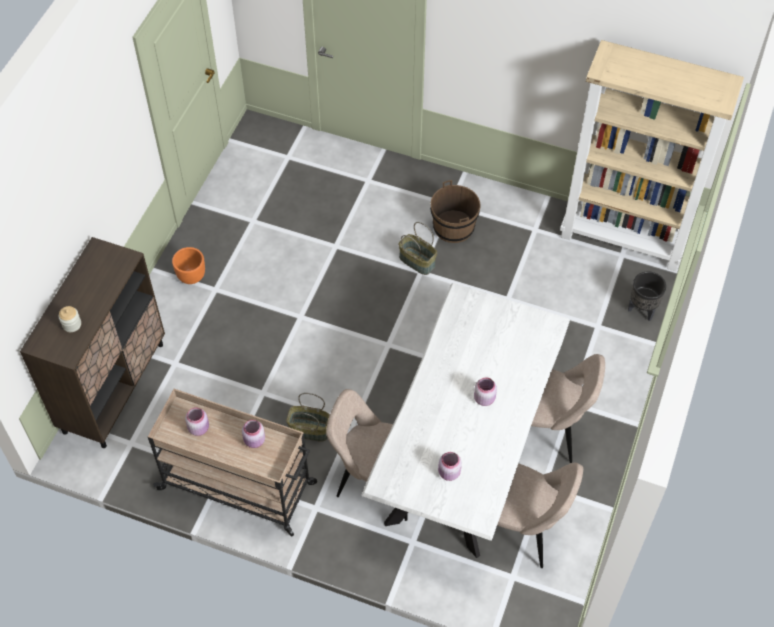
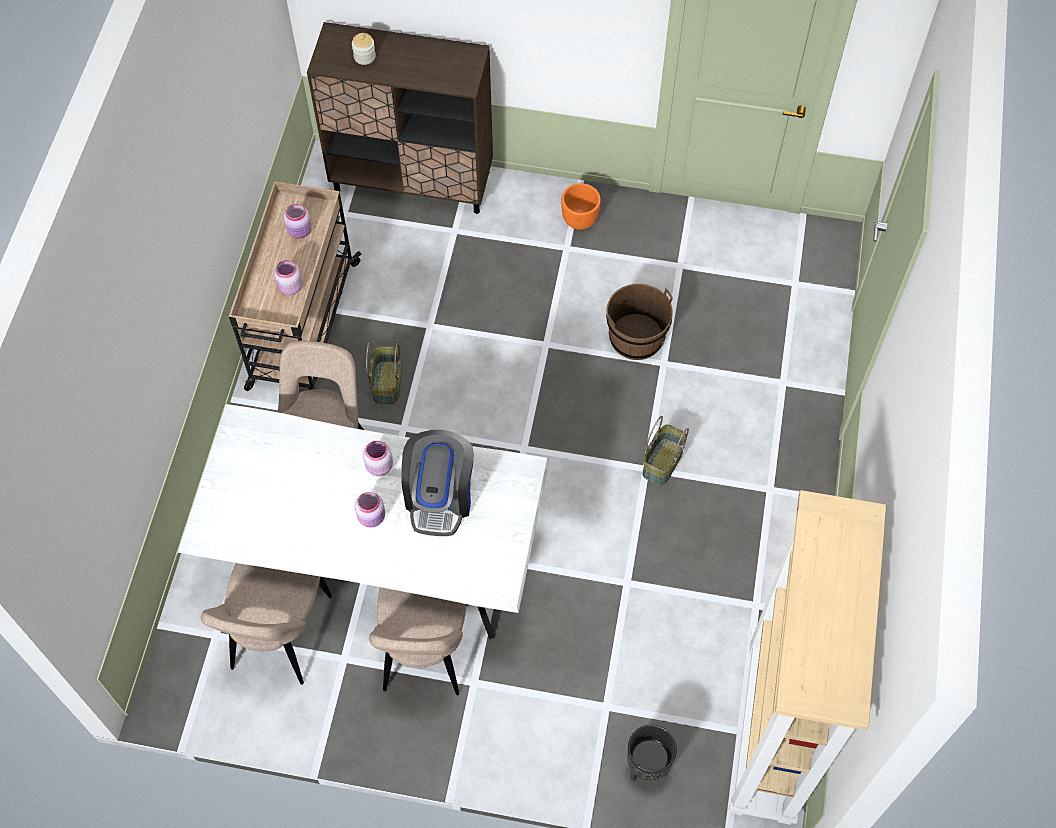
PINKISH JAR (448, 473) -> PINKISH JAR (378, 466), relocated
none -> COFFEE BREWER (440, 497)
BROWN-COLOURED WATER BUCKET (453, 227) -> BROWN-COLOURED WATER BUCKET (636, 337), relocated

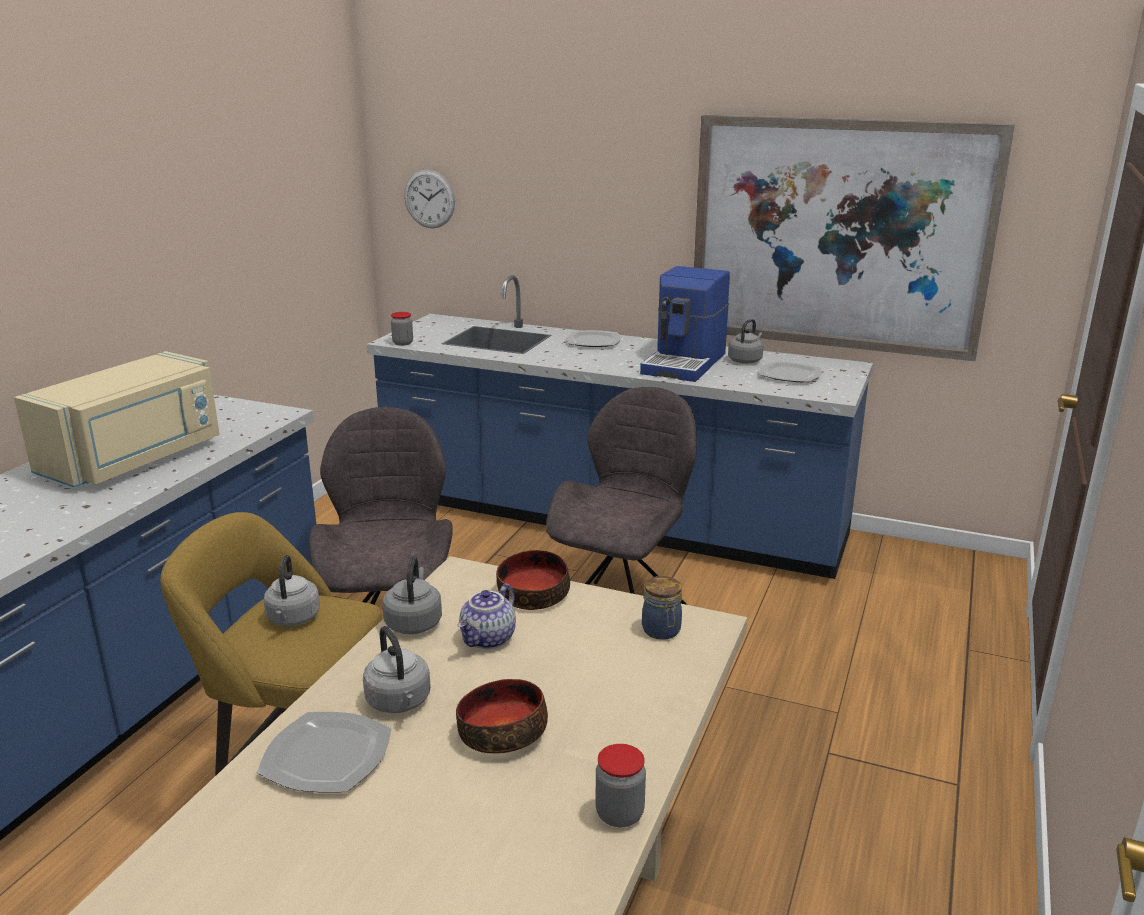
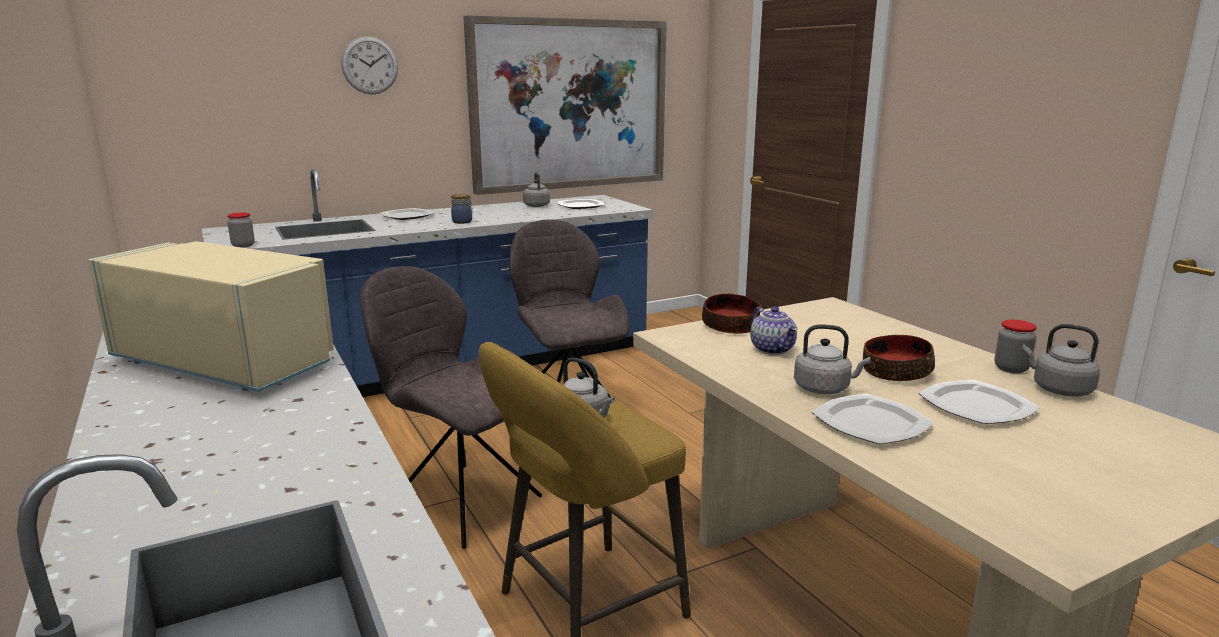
BEIGE MICROWAVE OVEN (136, 458) -> BEIGE MICROWAVE OVEN (229, 362), 45 degrees counterclockwise
CLOCK ON THE WALL (429, 199) -> CLOCK ON THE WALL (370, 65), relocated
JAR (662, 631) -> JAR (463, 222), relocated
none -> FLAT DISH (975, 406)
GRAY WATER KETTLE (414, 622) -> GRAY WATER KETTLE (1058, 389), relocated
COFFEE BREWER (685, 363) -> none

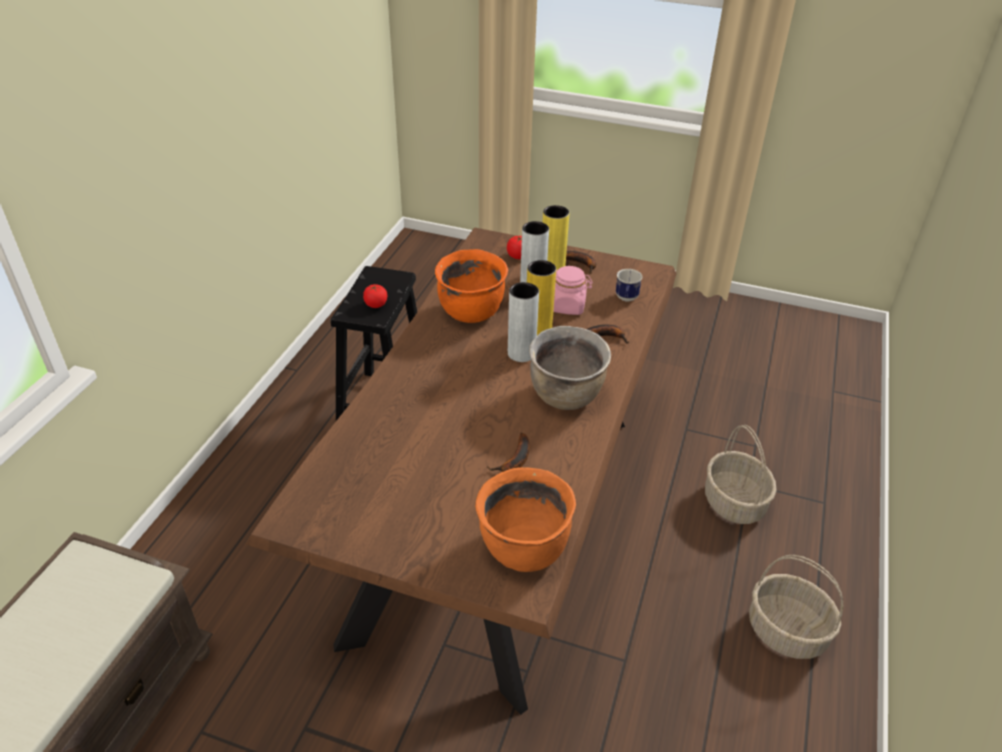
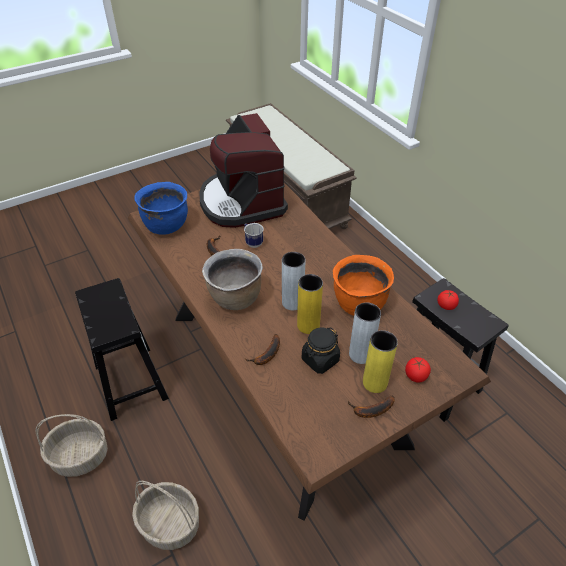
none -> BLACK STOOL SEAT (130, 381)
ORANGE STOCKPOT (523, 549) -> BLUISH STOCKPOT (166, 225)
none -> COFFEE BREWER (242, 202)
TEA MUG (626, 299) -> TEA MUG (252, 242), relocated
PINKISH JAR (568, 306) -> BLACK JAR (320, 360)

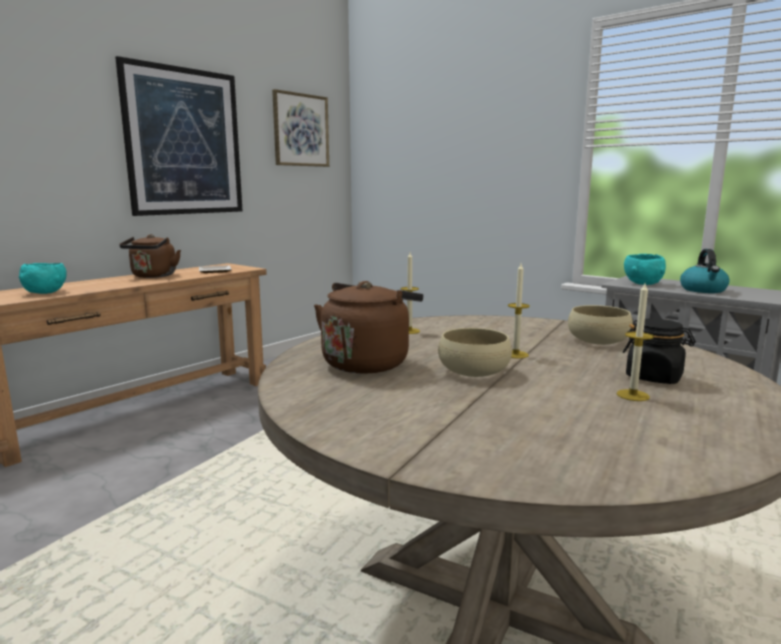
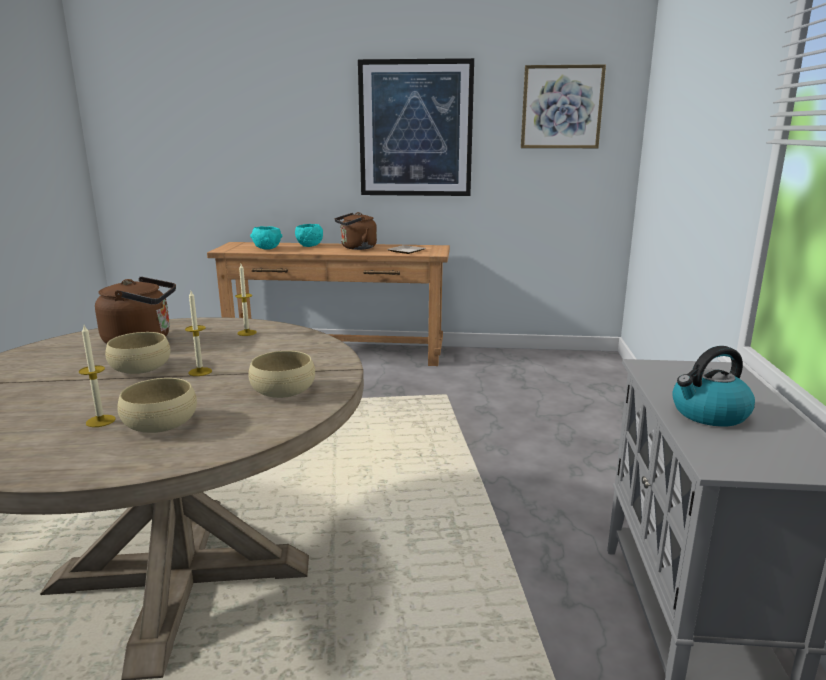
BLACK JAR (654, 377) -> BEIGE DEEP DISH (160, 424)
TURQUOISE-COLOURED DEEP DISH (642, 284) -> TURQUOISE-COLOURED DEEP DISH (309, 246), relocated

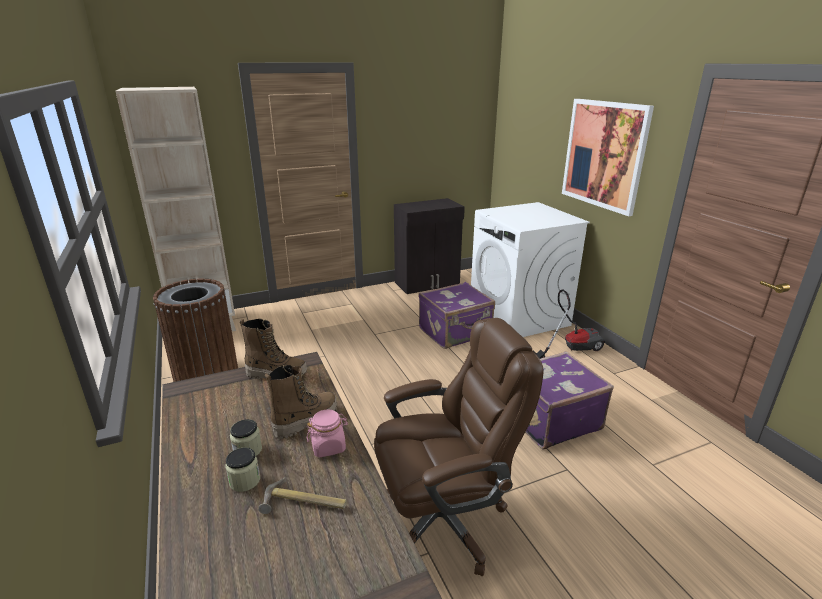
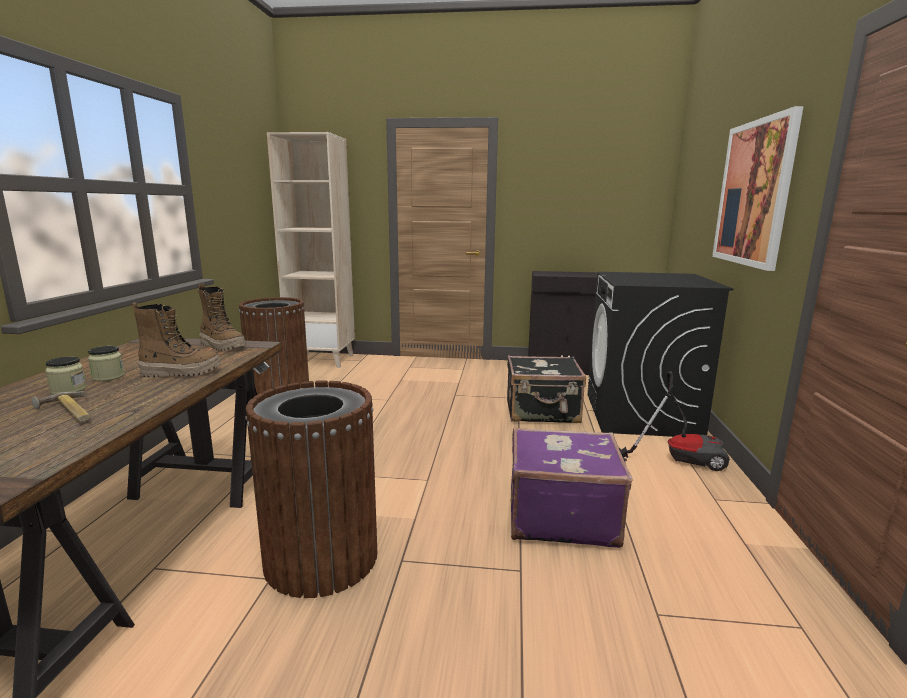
BROWN-COLOURED COMPUTER CHAIR (444, 519) -> BROWN-COLOURED WASTE BIN (321, 558)
PURPLISH TRAVEL CASE (456, 333) -> BLACK TRAVEL CASE (542, 412)
WHITE LAUNDRY MACHINE (519, 316) -> BLACK LAUNDRY MACHINE (641, 415)
PINKISH JAR (328, 446) -> none

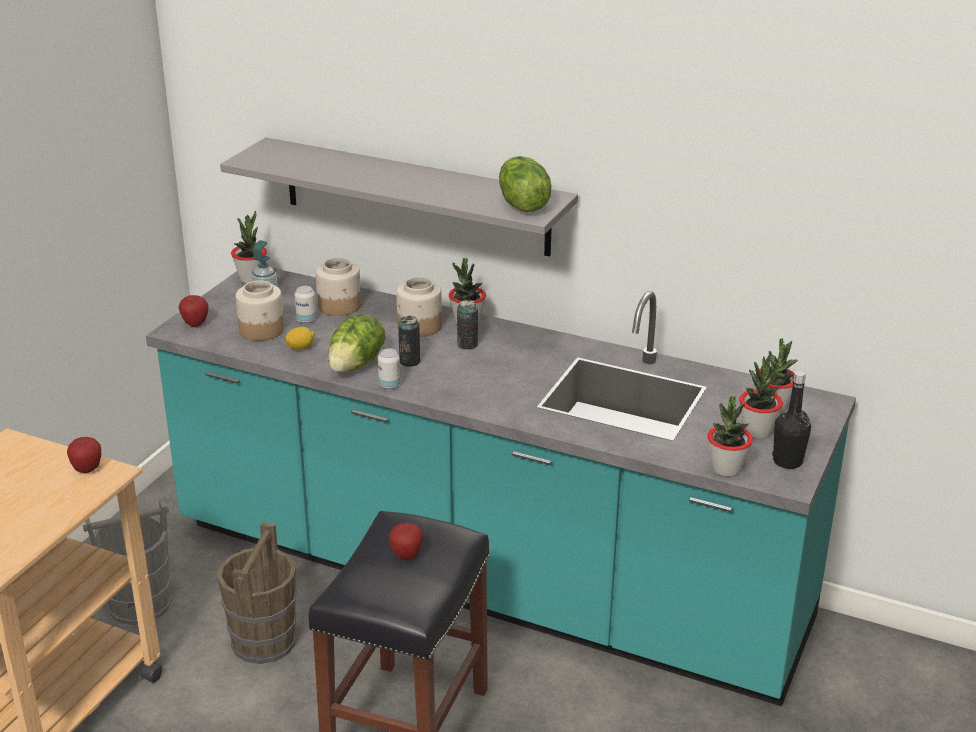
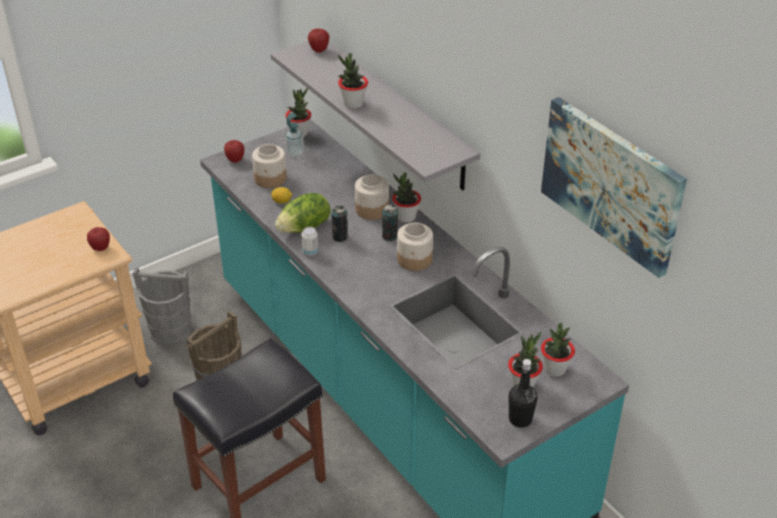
WHOLE APPLE (406, 555) -> WHOLE APPLE (319, 50), relocated
HOUSEPLANT (726, 469) -> HOUSEPLANT (353, 104), relocated
JAR (340, 306) -> JAR (415, 260), relocated
none -> WALL PICTURE (611, 184)
CAN (306, 320) -> none
HEAD OF LETTUCE (521, 205) -> none

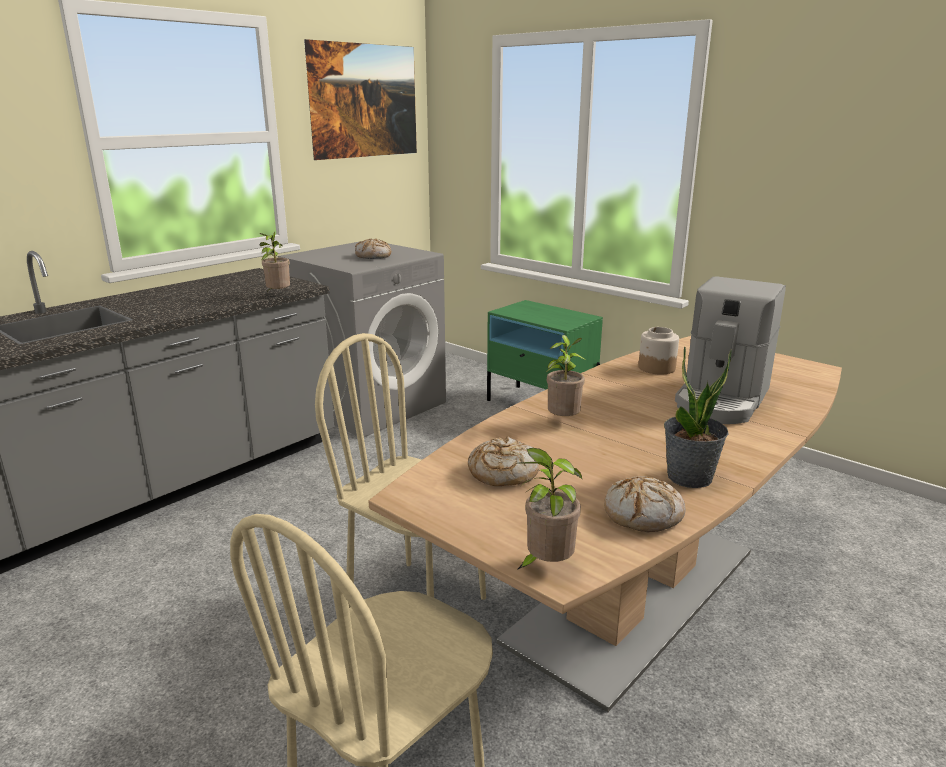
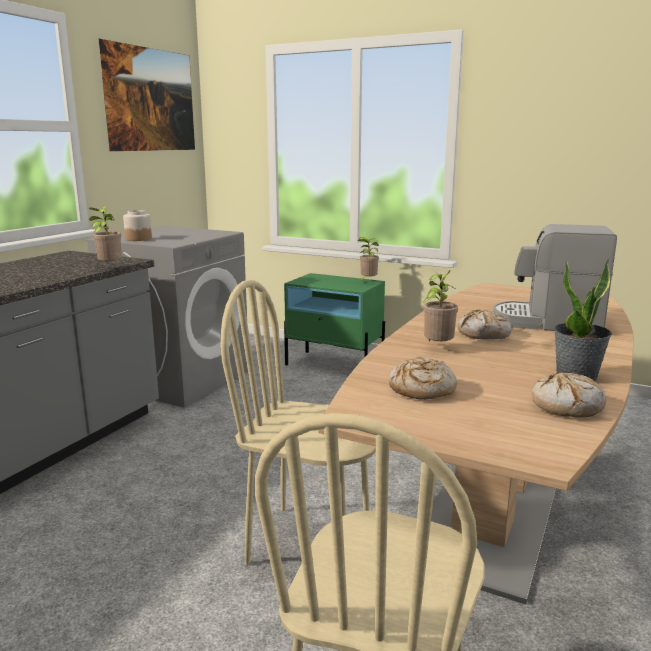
JAR (656, 368) -> JAR (138, 239), relocated
HOUSEPLANT (546, 565) -> HOUSEPLANT (367, 281), relocated
BAKED BREAD (373, 256) -> BAKED BREAD (484, 334), relocated
COFFEE BREWER (722, 399) -> COFFEE BREWER (548, 322), 90 degrees clockwise

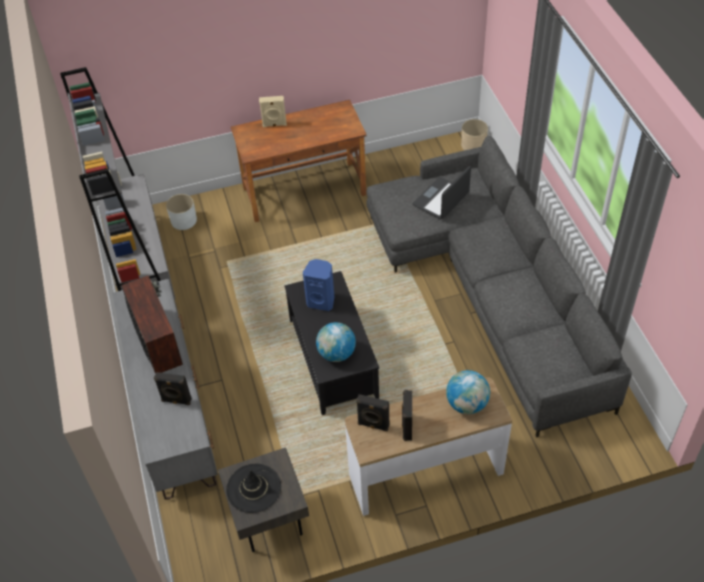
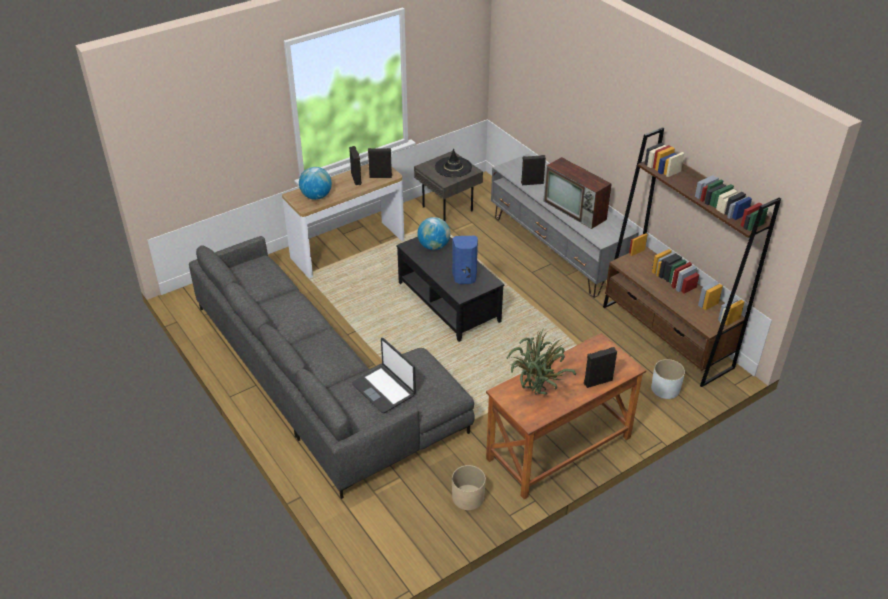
NOTEBOOK COMPUTER (441, 199) -> NOTEBOOK COMPUTER (384, 389), 120 degrees clockwise
BEIGE FLOWER POT (473, 145) -> BEIGE FLOWER POT (467, 497), relocated
none -> HOUSEPLANT (535, 394)
BEIGE AUDIO SPEAKER (274, 125) -> BLACK AUDIO SPEAKER (597, 381)
GRAY BOOKSHELF (142, 268) -> BROWN-COLOURED BOOKSHELF (666, 337)

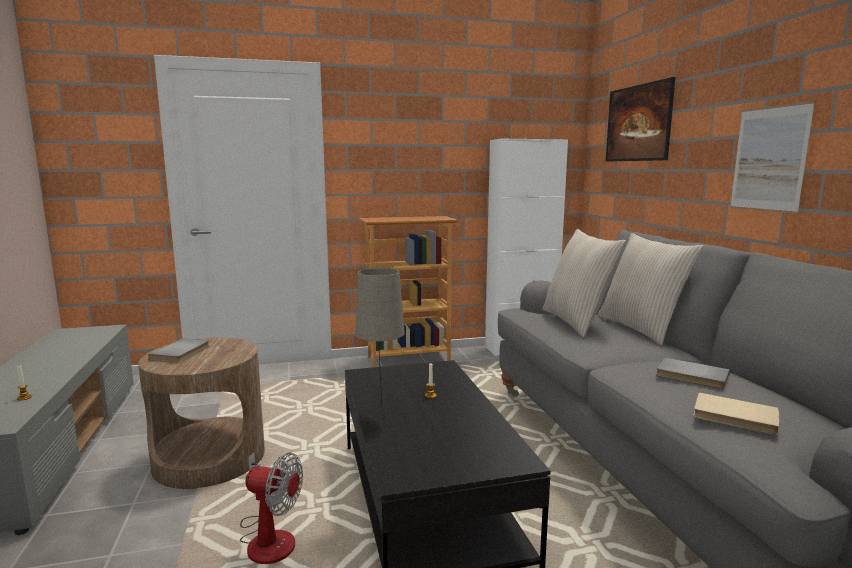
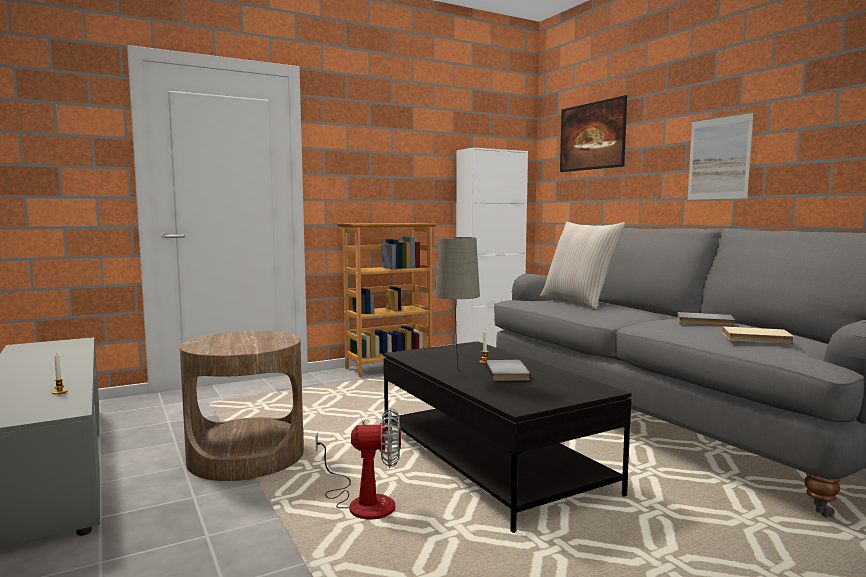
GRAY BOUND BOOK (182, 353) -> GRAY BOUND BOOK (509, 373), relocated
BEIGE CUSHION (641, 329) -> none

